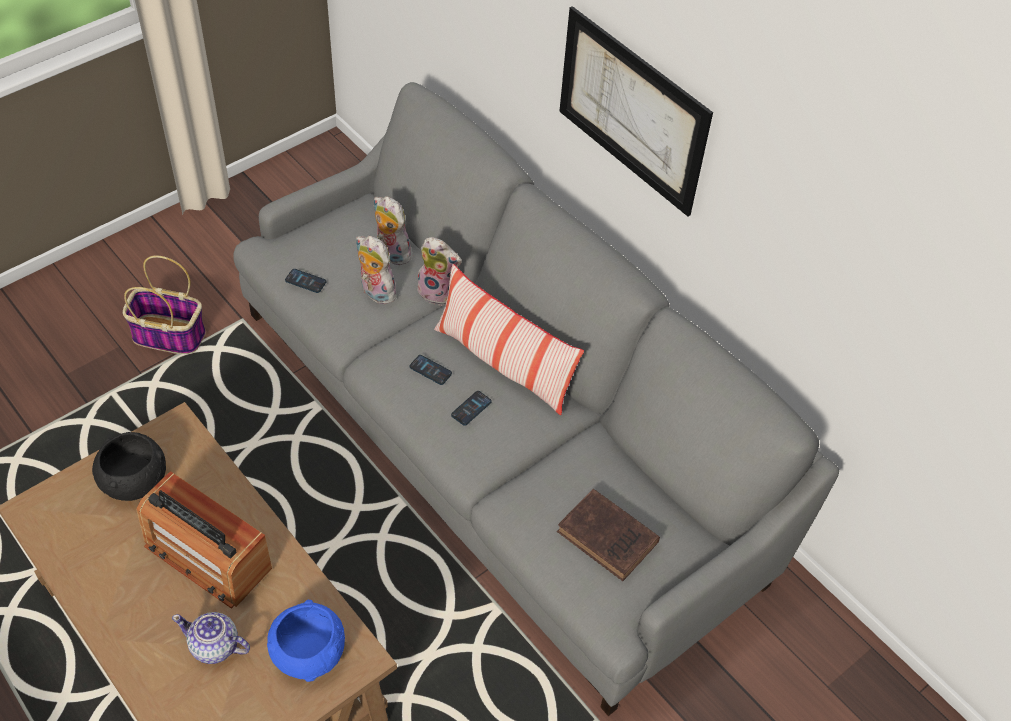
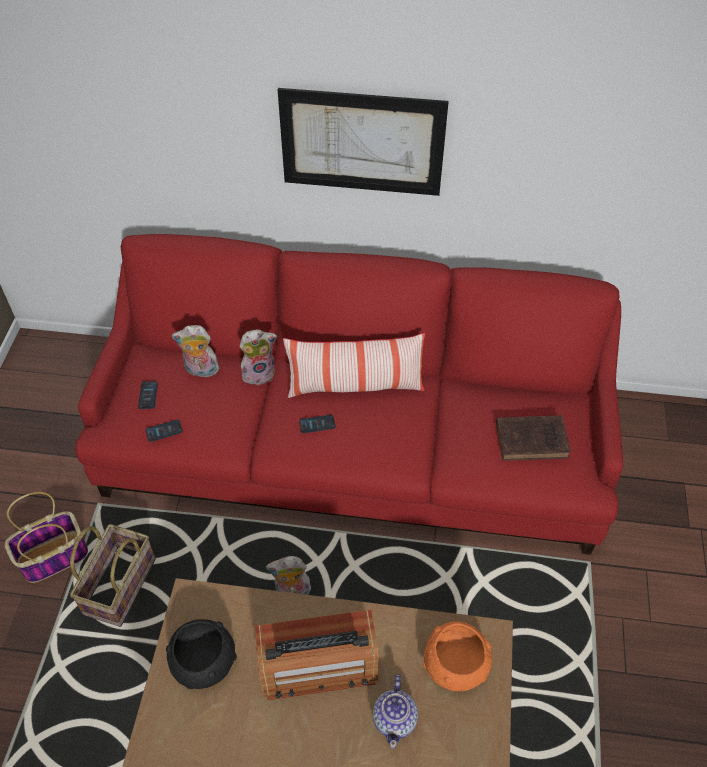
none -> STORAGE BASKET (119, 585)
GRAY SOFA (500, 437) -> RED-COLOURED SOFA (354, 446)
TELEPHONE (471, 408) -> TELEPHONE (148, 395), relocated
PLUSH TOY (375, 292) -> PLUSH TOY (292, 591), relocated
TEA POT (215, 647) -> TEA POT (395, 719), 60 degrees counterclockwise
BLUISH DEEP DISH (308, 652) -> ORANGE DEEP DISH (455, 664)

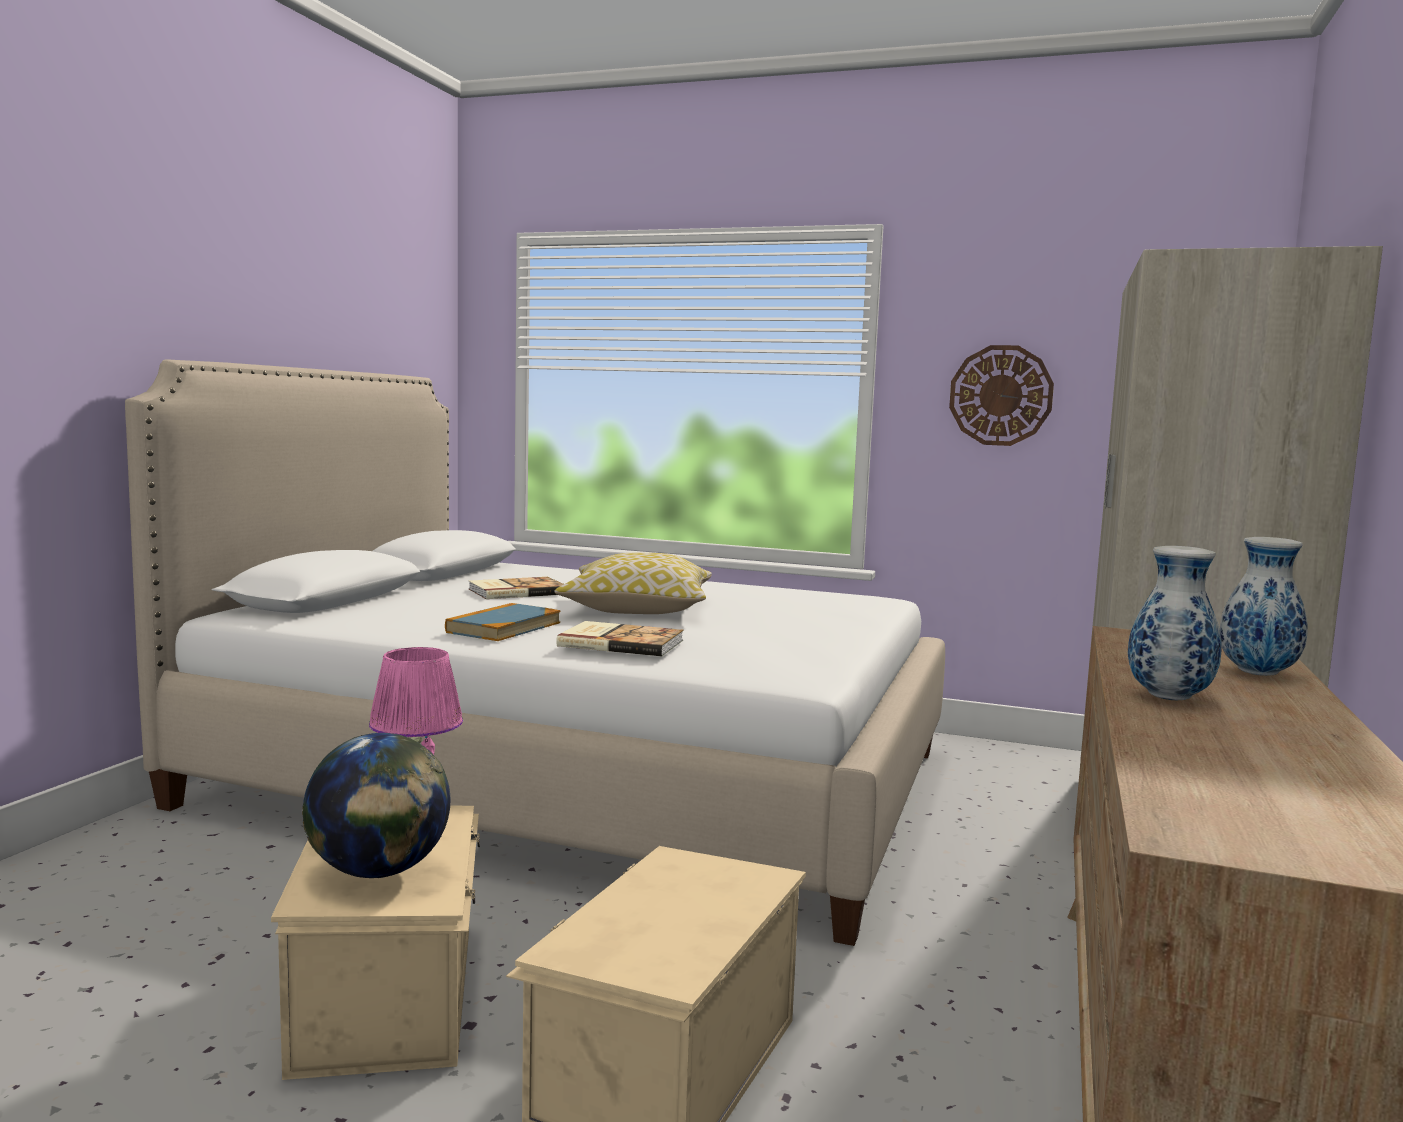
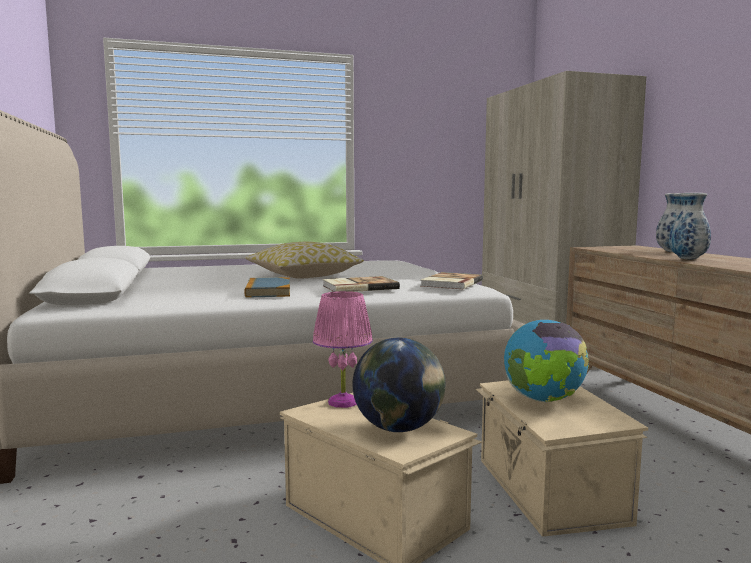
BOUND BOOK (516, 591) -> BOUND BOOK (450, 283), relocated
none -> GLOBE (543, 400)
CLOCK ON THE WALL (1000, 395) -> none

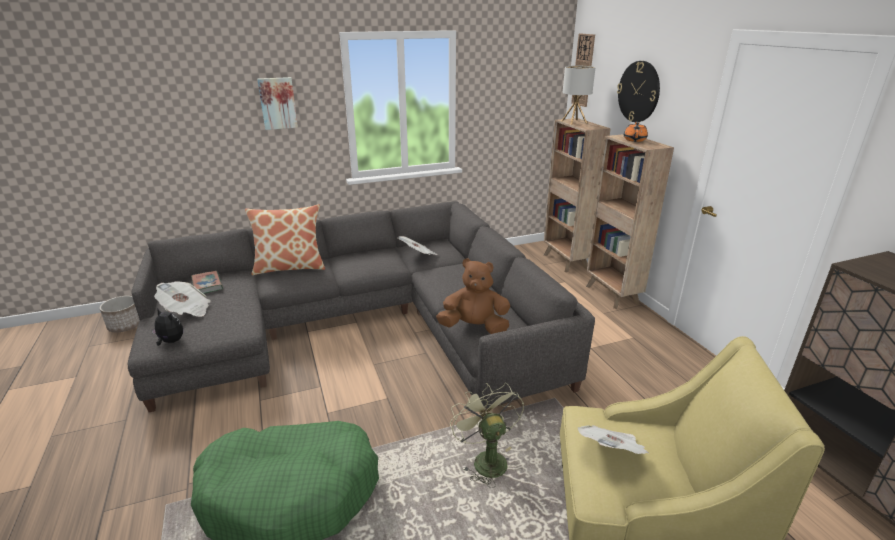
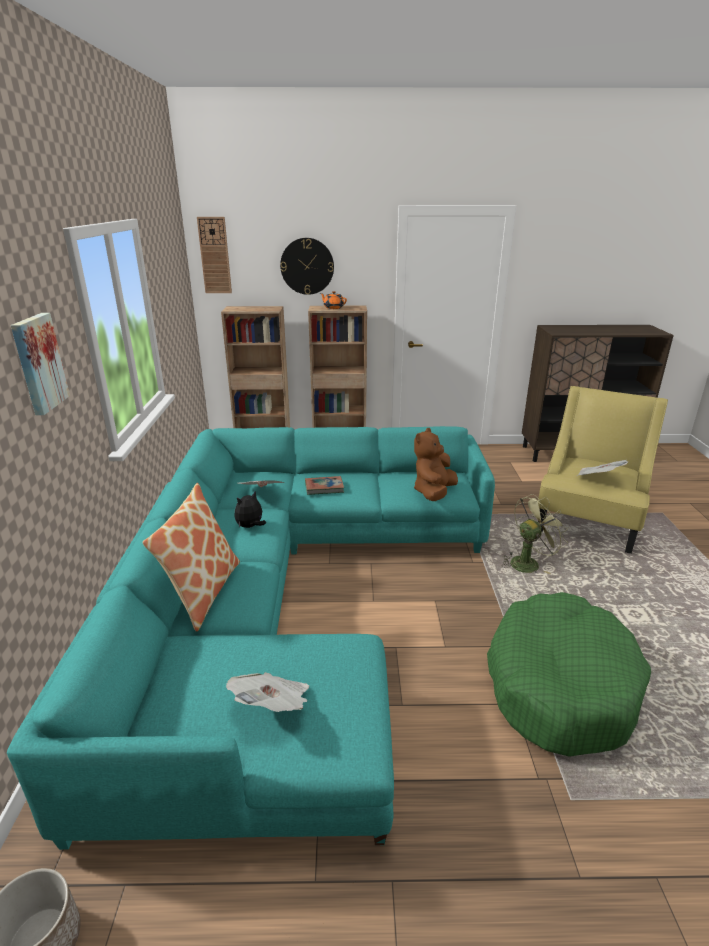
GRAY SOFA (364, 325) -> TURQUOISE-COLOURED SOFA (288, 596)
PLUSH TOY (170, 342) -> PLUSH TOY (250, 526), relocated
BOUND BOOK (207, 285) -> BOUND BOOK (324, 488), relocated
GREEN COOLING FAN (485, 459) -> GREEN COOLING FAN (528, 562), 150 degrees clockwise
TABLE LAMP (574, 122) -> none

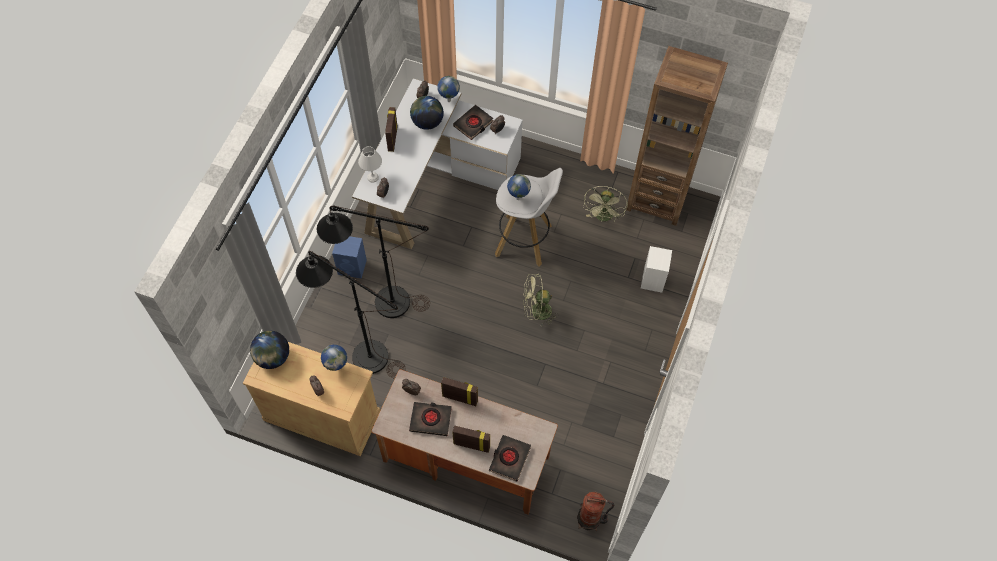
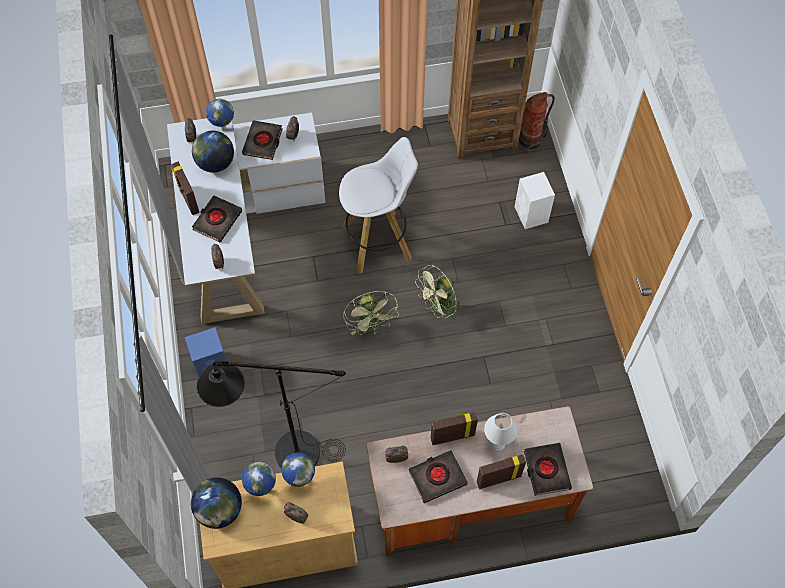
none -> BLACK BOUND BOOK (217, 220)
GLOBE (517, 198) -> GLOBE (261, 489), relocated
GREEN COOLING FAN (603, 217) -> GREEN COOLING FAN (371, 325), relocated
WHITE TABLE LAMP (373, 178) -> WHITE TABLE LAMP (498, 444), relocated
FIRE EXTINGUISHER (590, 519) -> FIRE EXTINGUISHER (531, 139), relocated
BLACK FLOOR LAMP (382, 302) -> none

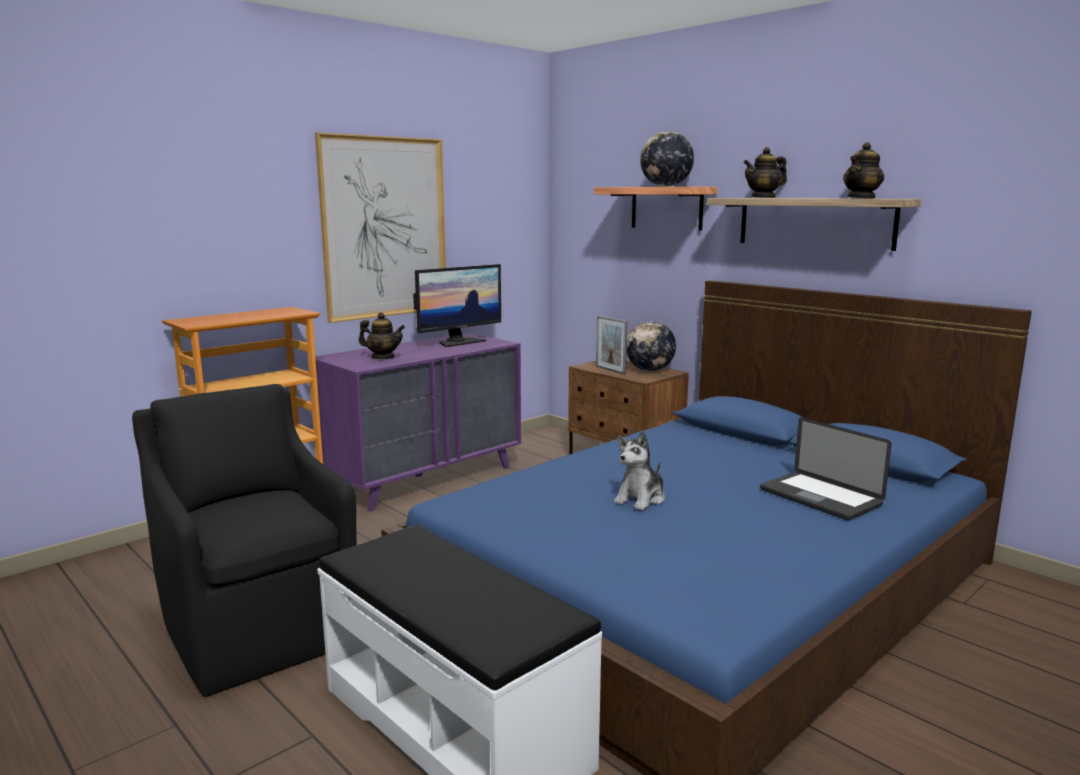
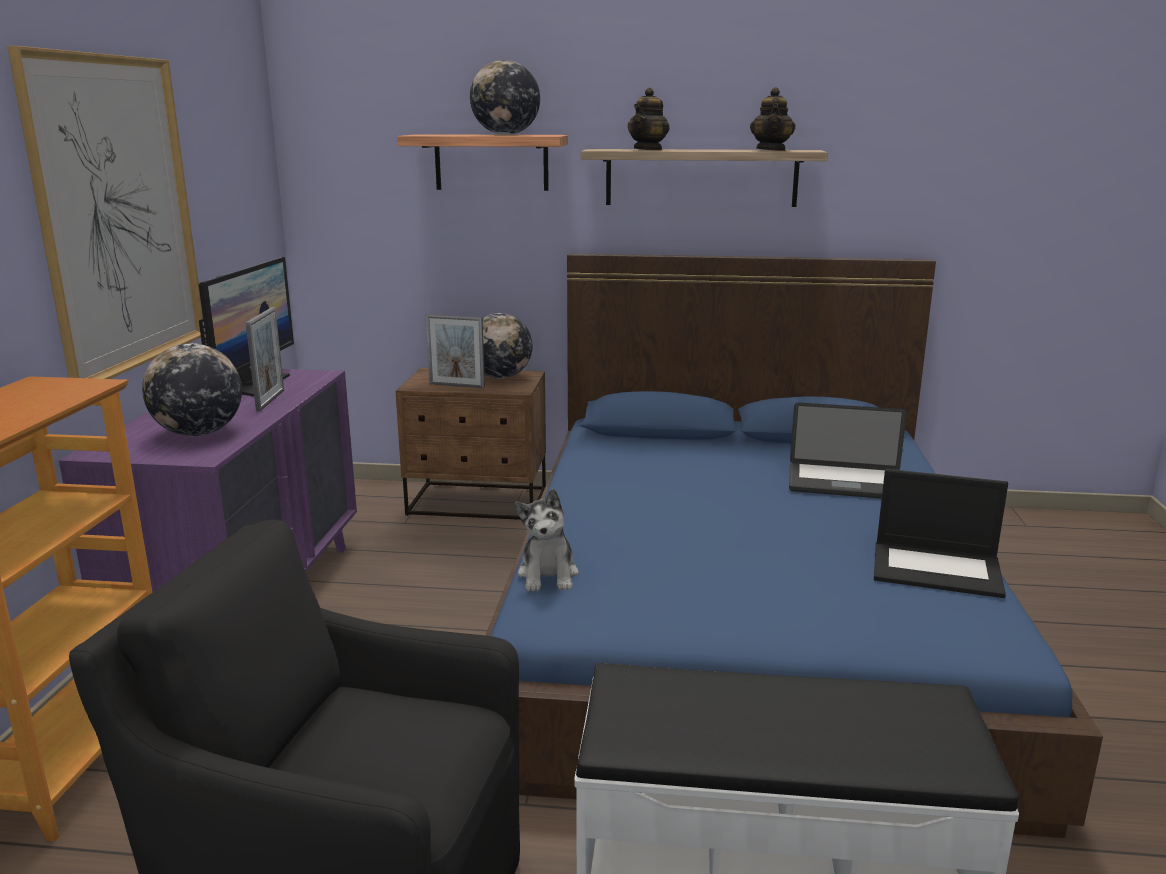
TEA POT (383, 358) -> GLOBE (199, 433)
none -> STANDING FRAME (270, 400)
PLUSH TOY (641, 499) -> PLUSH TOY (548, 575), relocated
none -> NOTEBOOK COMPUTER (938, 569)

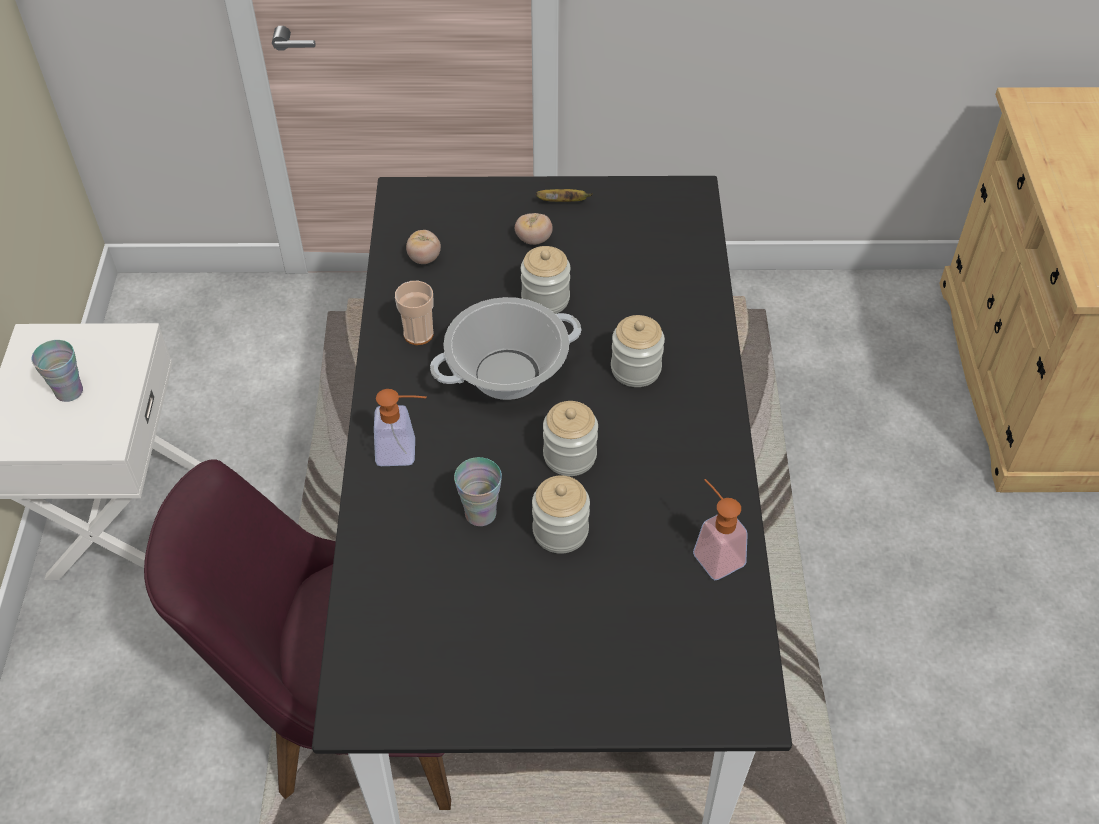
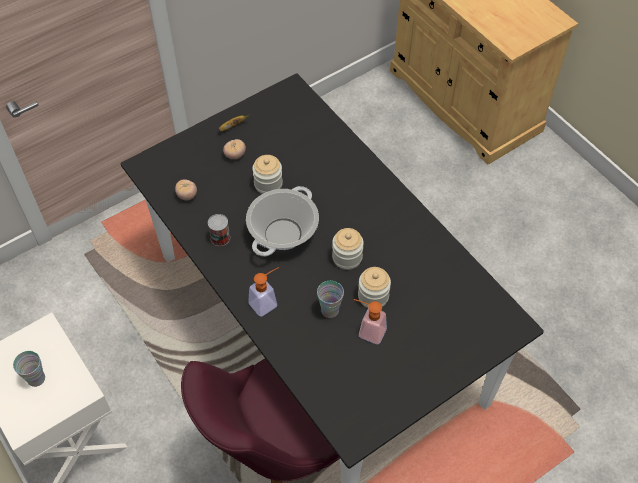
DRINKING CUP (418, 334) -> CAN (220, 238)
SOAP BOTTLE (713, 553) -> SOAP BOTTLE (367, 331), relocated
JAR (635, 369) -> none

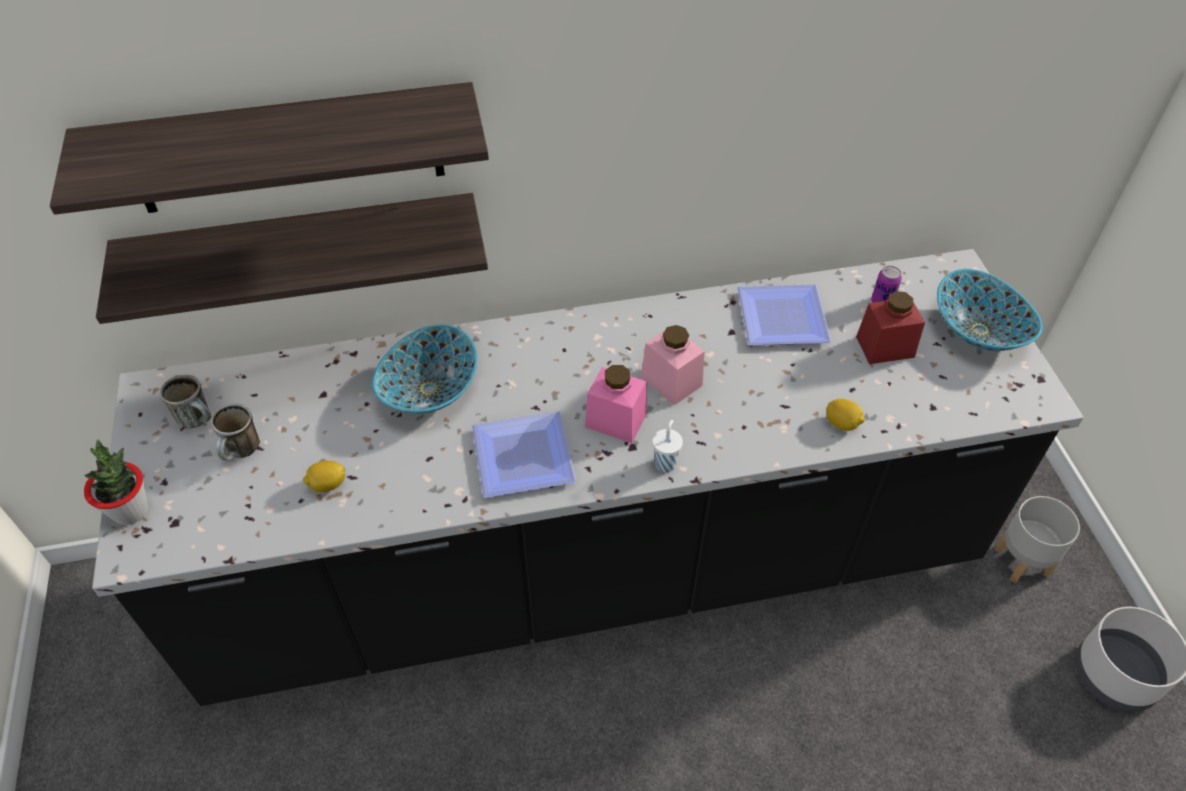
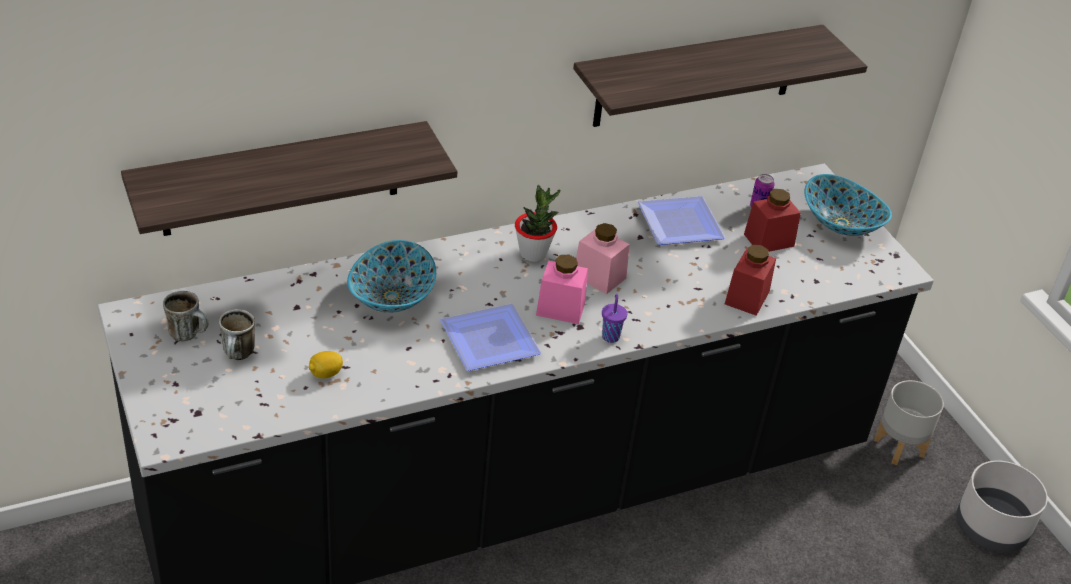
HOUSEPLANT (131, 510) -> HOUSEPLANT (533, 253), relocated
WALL SHELF (287, 149) -> WALL SHELF (696, 76), relocated
WHITE DRINKING CUP (665, 463) -> PURPLISH DRINKING CUP (610, 336)
LEMON (842, 423) -> RED-COLOURED JAR (747, 297)

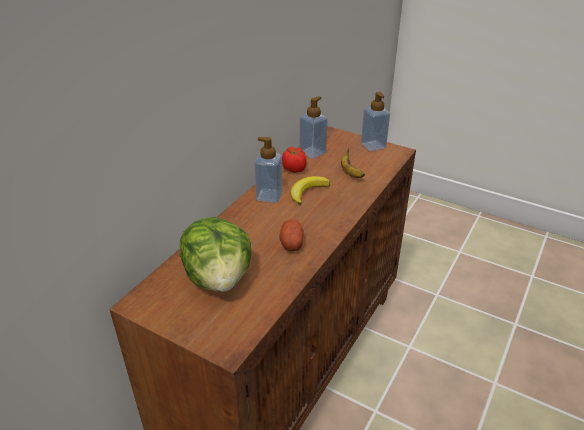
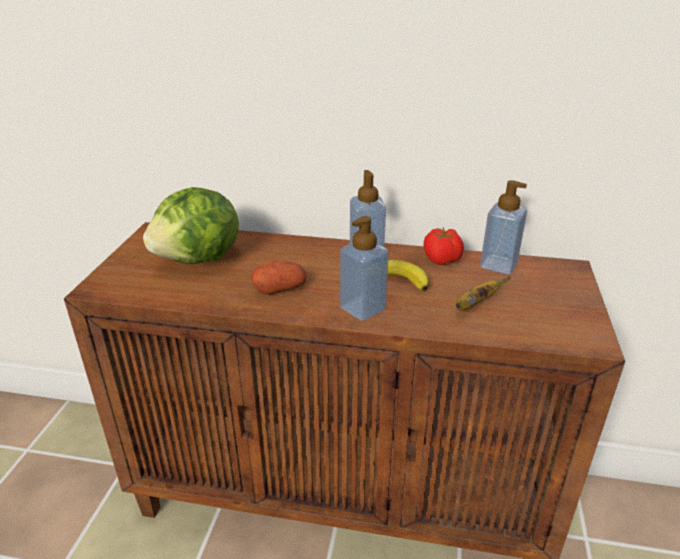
SOAP BOTTLE (373, 146) -> SOAP BOTTLE (362, 309), relocated

